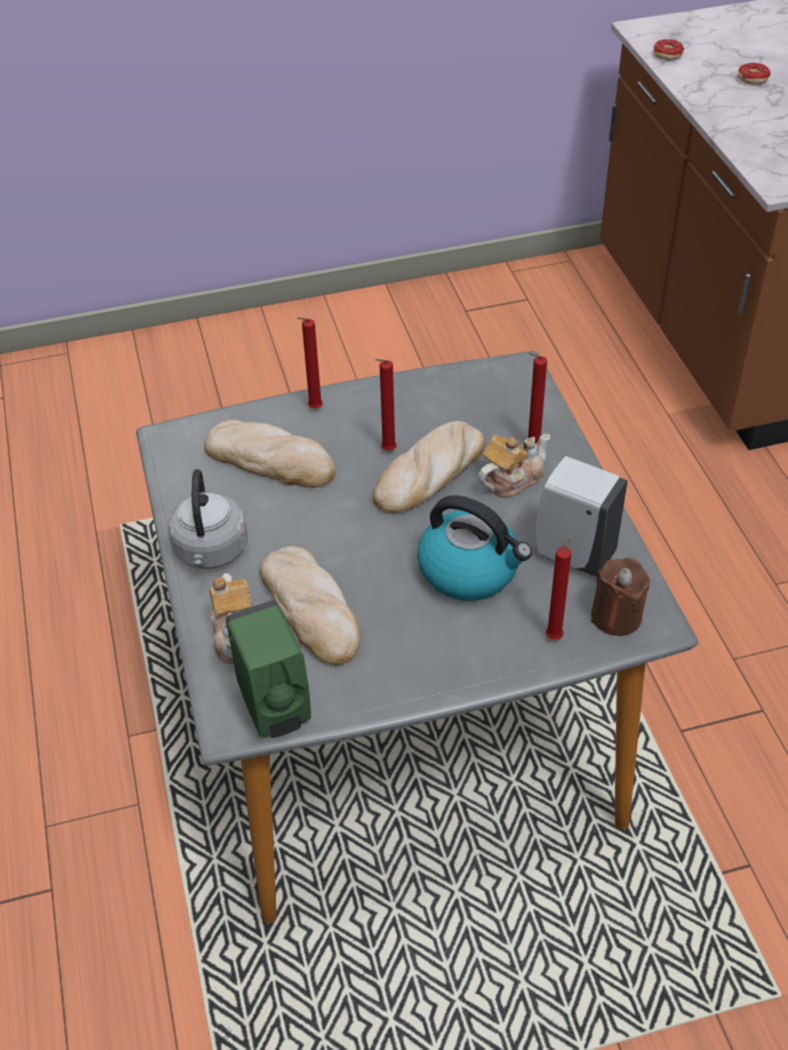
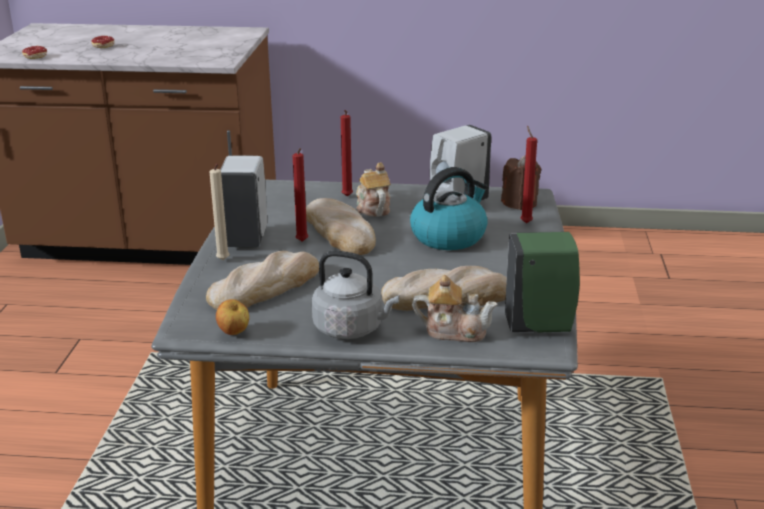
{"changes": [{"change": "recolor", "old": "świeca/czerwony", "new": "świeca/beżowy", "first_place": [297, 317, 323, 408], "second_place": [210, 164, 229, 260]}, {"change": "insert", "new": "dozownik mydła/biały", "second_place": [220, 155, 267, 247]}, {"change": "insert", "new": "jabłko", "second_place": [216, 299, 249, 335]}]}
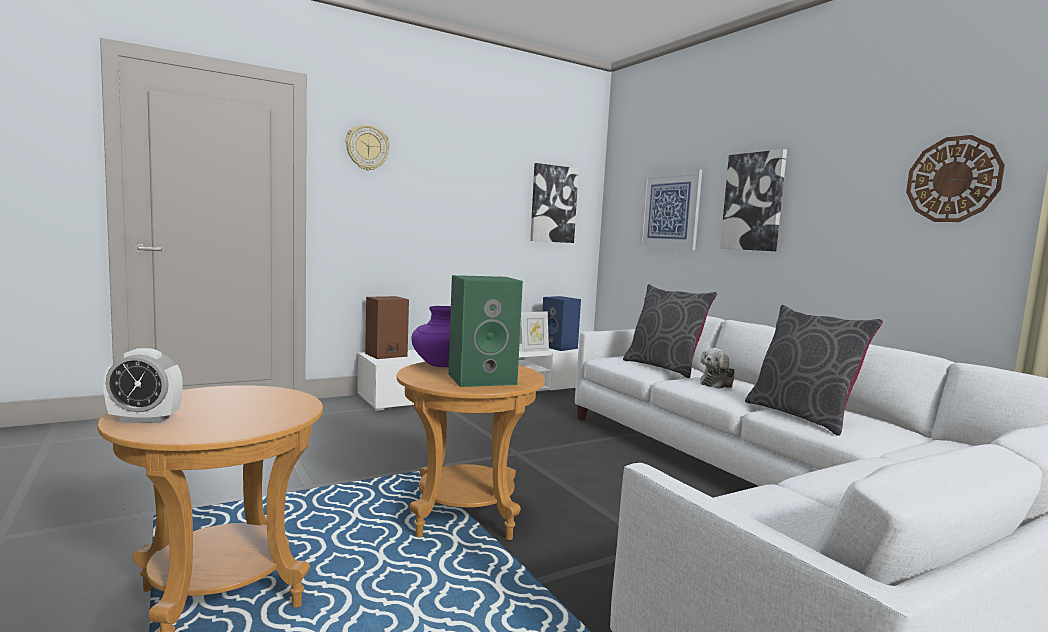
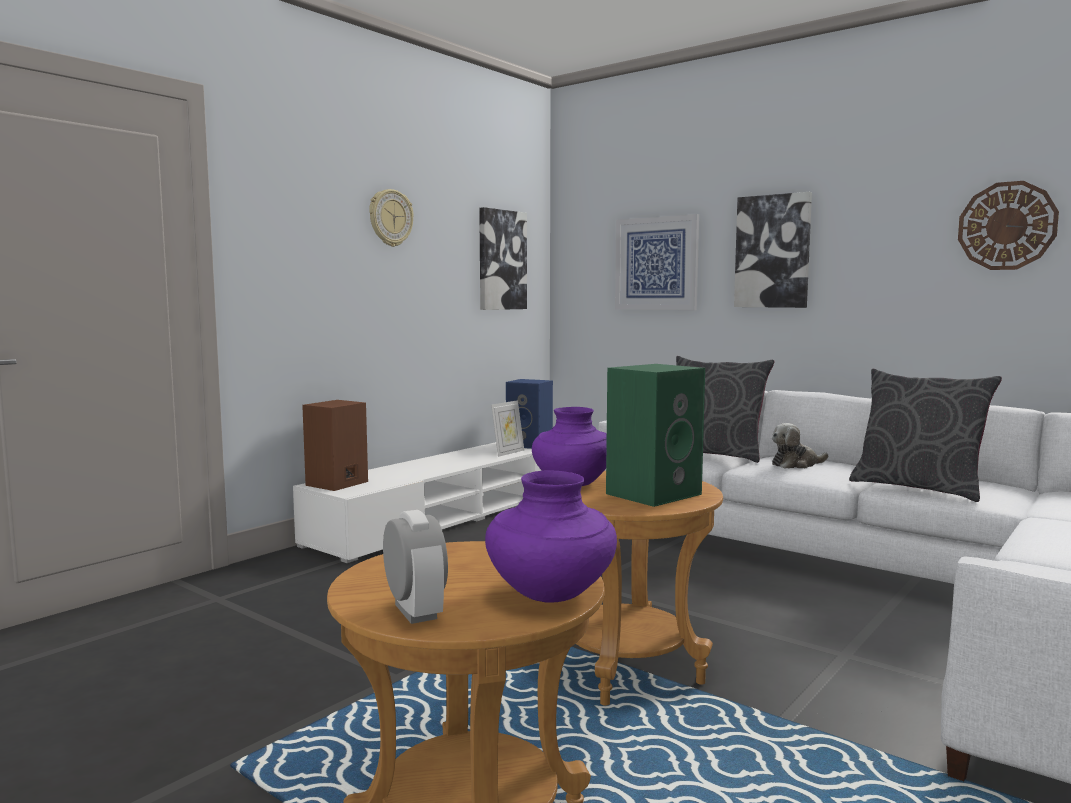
{"changes": [{"change": "move", "old": "zegar ścienny", "first_place": [346, 125, 390, 171], "second_place": [369, 189, 414, 247]}, {"change": "rotate", "old": "budzik", "first_place": [103, 348, 183, 423], "second_place": [383, 510, 448, 624], "degrees": -90}, {"change": "rotate", "old": "pluszak", "first_place": [700, 348, 736, 389], "second_place": [772, 423, 828, 469], "degrees": 45}, {"change": "insert", "new": "wazon/fioletowy", "second_place": [485, 471, 617, 603]}]}
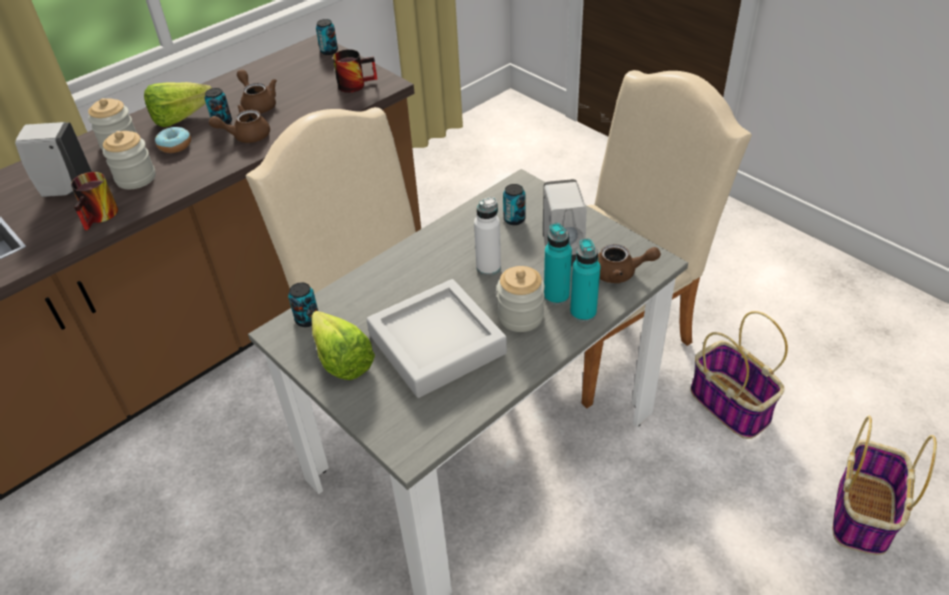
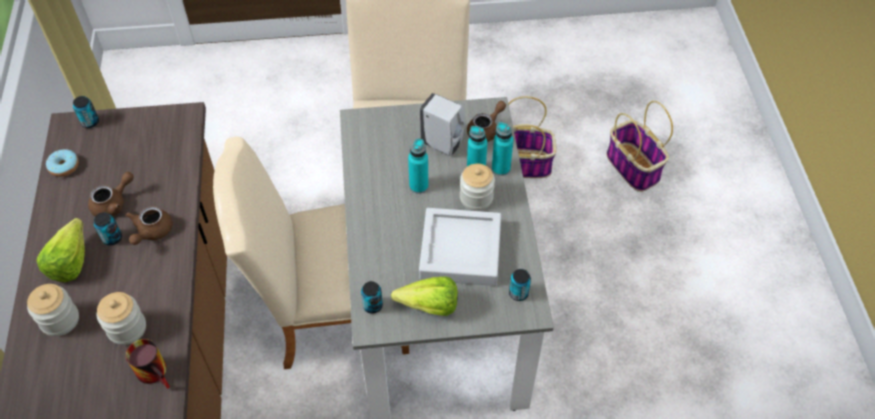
{"changes": [{"change": "delete", "old": "kubek", "first_place": [333, 49, 377, 93]}, {"change": "rotate", "old": "imbryk/brązowy", "first_place": [237, 70, 277, 114], "second_place": [88, 172, 134, 216], "degrees": 135}, {"change": "delete", "old": "dozownik mydła/biały", "first_place": [15, 122, 92, 197]}, {"change": "move", "old": "donut", "first_place": [155, 127, 191, 153], "second_place": [46, 149, 79, 177]}, {"change": "move", "old": "puszka", "first_place": [503, 184, 526, 225], "second_place": [509, 269, 531, 301]}, {"change": "recolor", "old": "butelka/biały", "new": "butelka/turkusowy", "first_place": [474, 197, 501, 276], "second_place": [408, 139, 428, 194]}]}
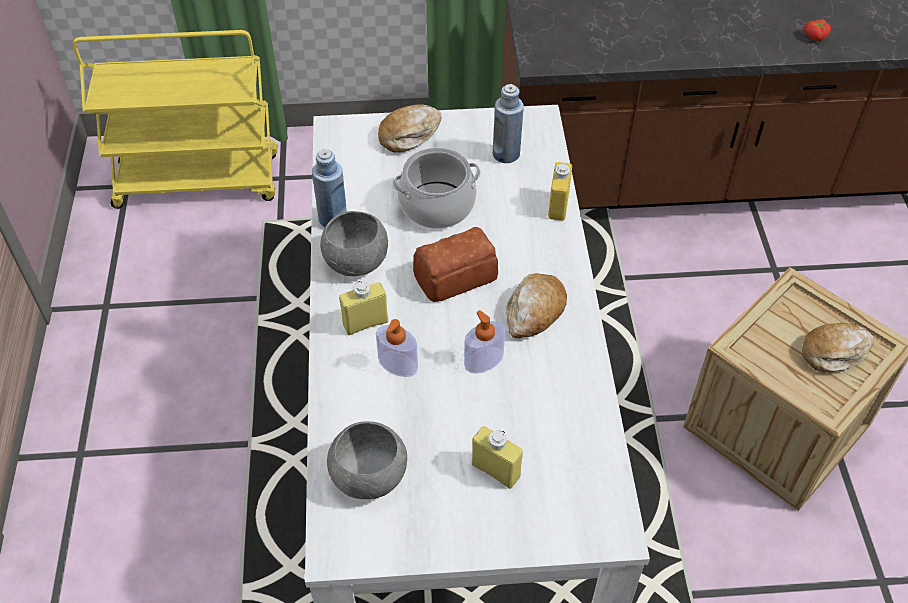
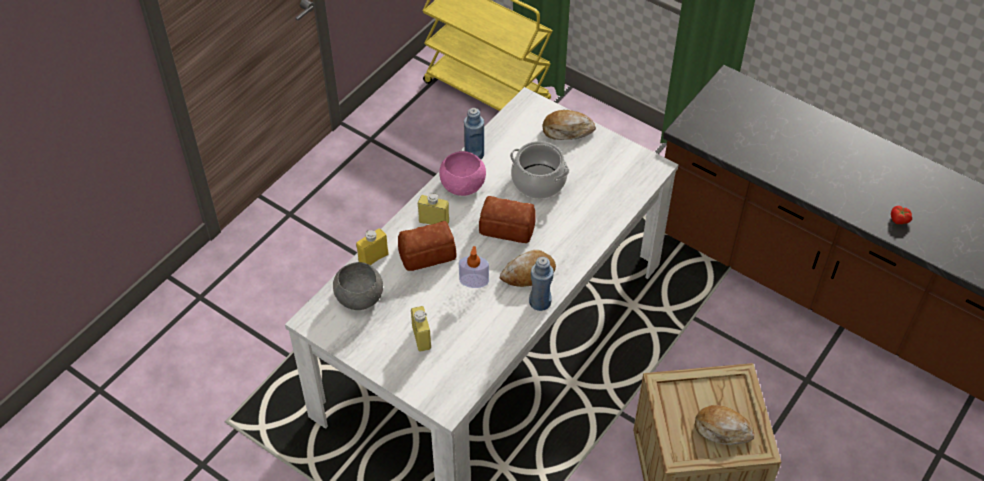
{"changes": [{"change": "move", "old": "butelka/niebieski", "first_place": [493, 84, 524, 163], "second_place": [529, 257, 554, 311]}, {"change": "move", "old": "butelka/żółty", "first_place": [548, 162, 572, 221], "second_place": [356, 229, 388, 265]}, {"change": "recolor", "old": "miska/szary", "new": "miska/różowy", "first_place": [320, 211, 388, 276], "second_place": [439, 151, 486, 196]}, {"change": "replace", "old": "dozownik mydła", "new": "chleb", "first_place": [376, 319, 418, 377], "second_place": [398, 221, 457, 271]}]}
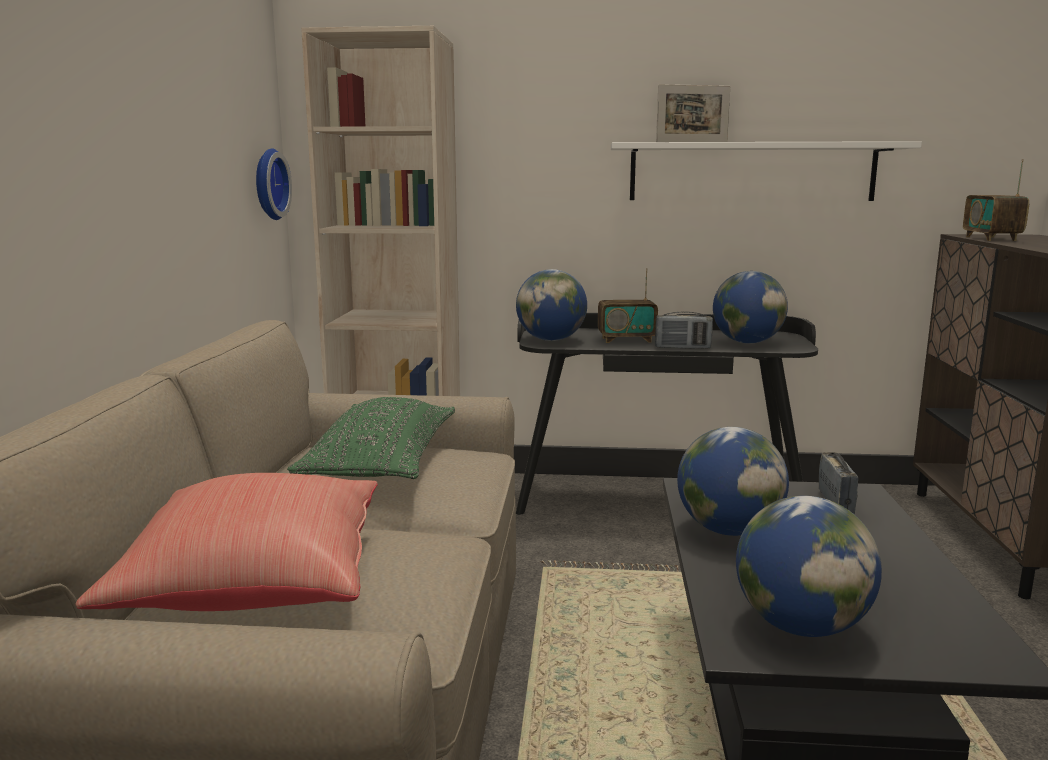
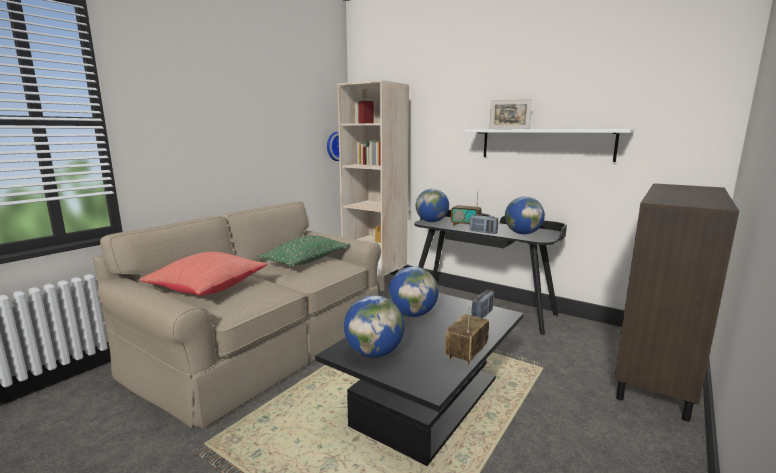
{"changes": [{"change": "move", "old": "radio", "first_place": [963, 159, 1029, 241], "second_place": [445, 305, 489, 365]}]}
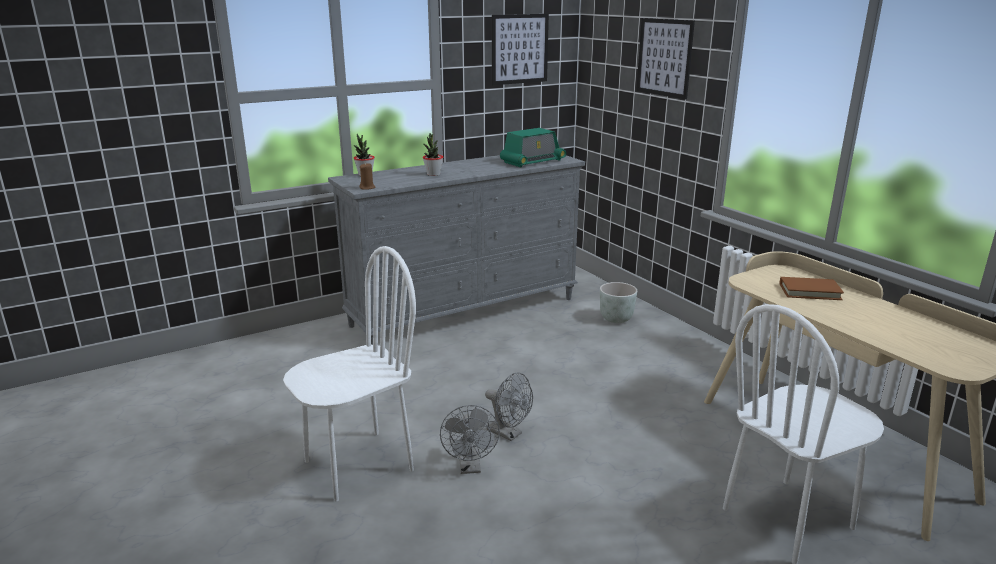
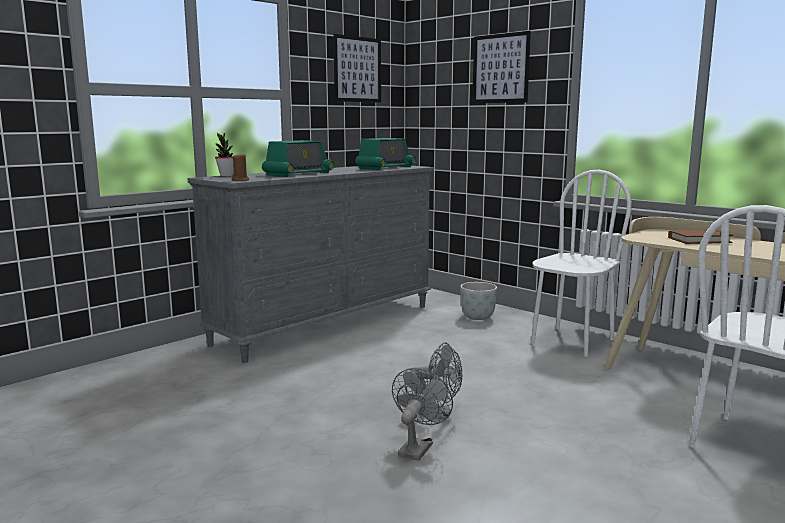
{"changes": [{"change": "replace", "old": "roślina doniczkowa", "new": "radio", "first_place": [423, 133, 443, 176], "second_place": [262, 140, 335, 177]}, {"change": "move", "old": "krzesło/biały", "first_place": [283, 246, 416, 501], "second_place": [531, 170, 632, 357]}, {"change": "rotate", "old": "wentylator/szary", "first_place": [440, 405, 500, 474], "second_place": [392, 368, 453, 461], "degrees": -135}]}
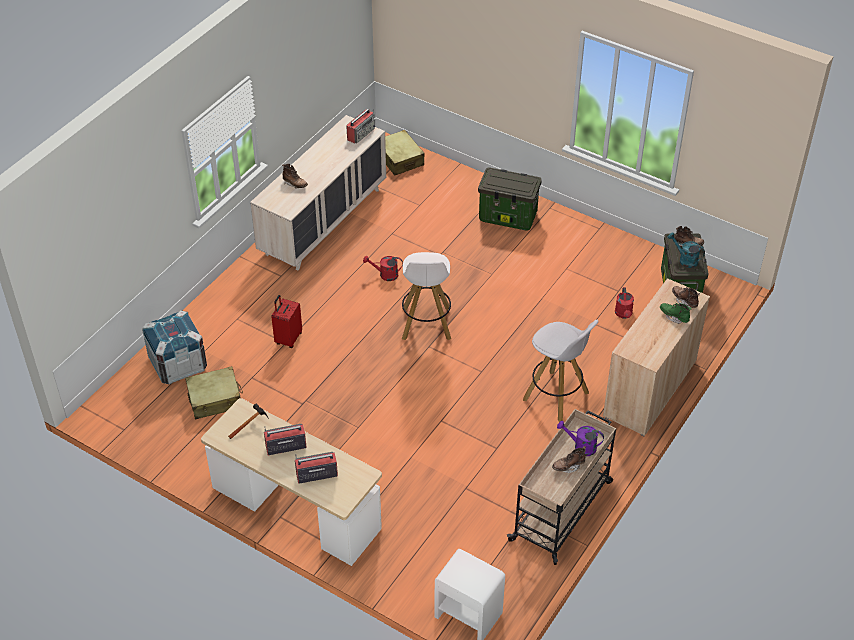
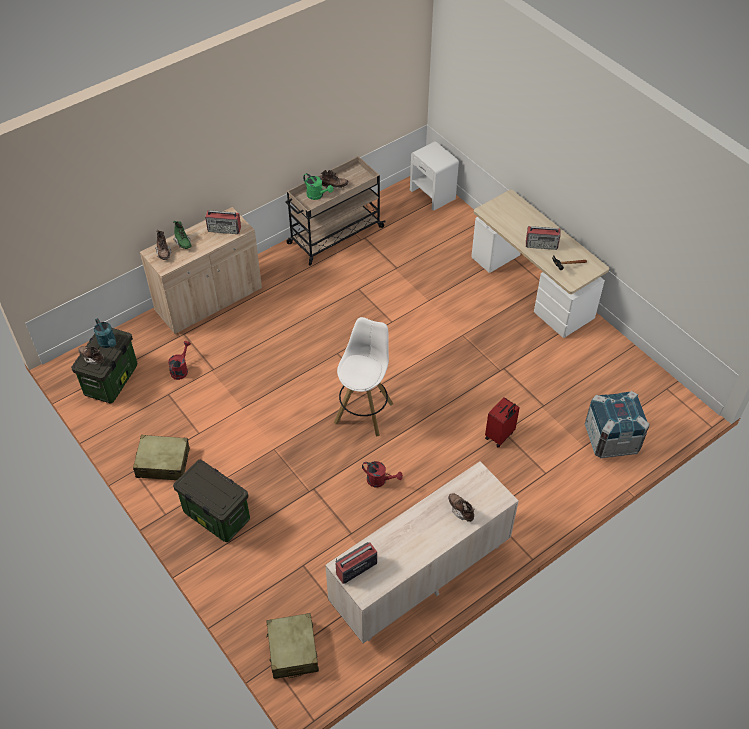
{"changes": [{"change": "delete", "old": "stołek/biały", "first_place": [523, 320, 598, 422]}, {"change": "move", "old": "walizka/beżowy", "first_place": [185, 366, 243, 420], "second_place": [133, 435, 190, 480]}, {"change": "recolor", "old": "konewka/fioletowy", "new": "konewka/zielony", "first_place": [557, 421, 604, 456], "second_place": [303, 173, 334, 200]}, {"change": "move", "old": "radio", "first_place": [295, 452, 338, 484], "second_place": [205, 210, 241, 234]}]}
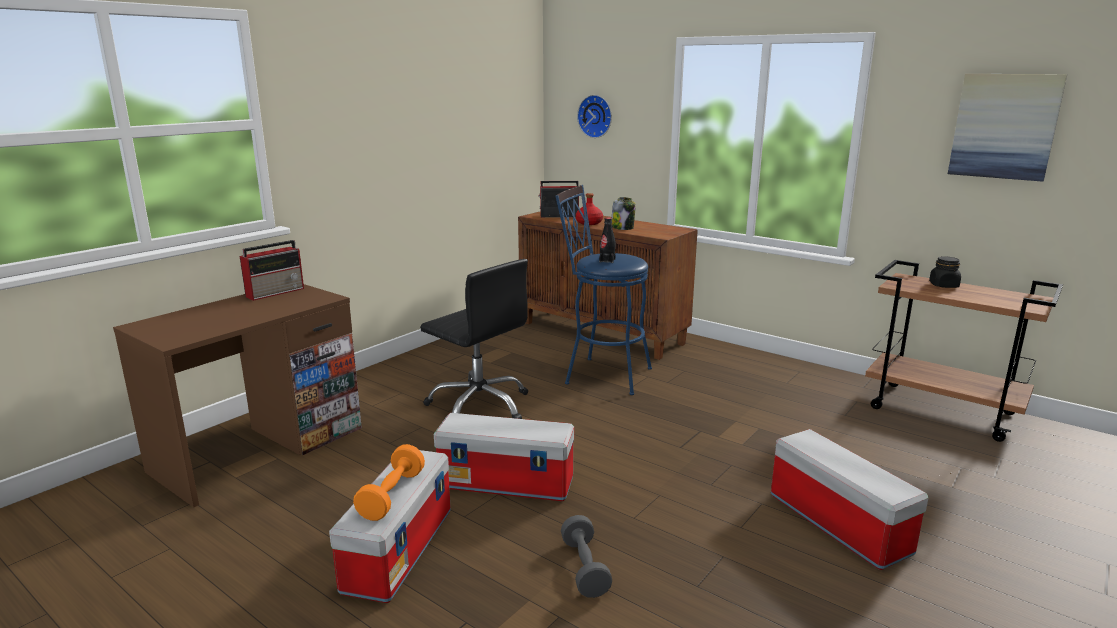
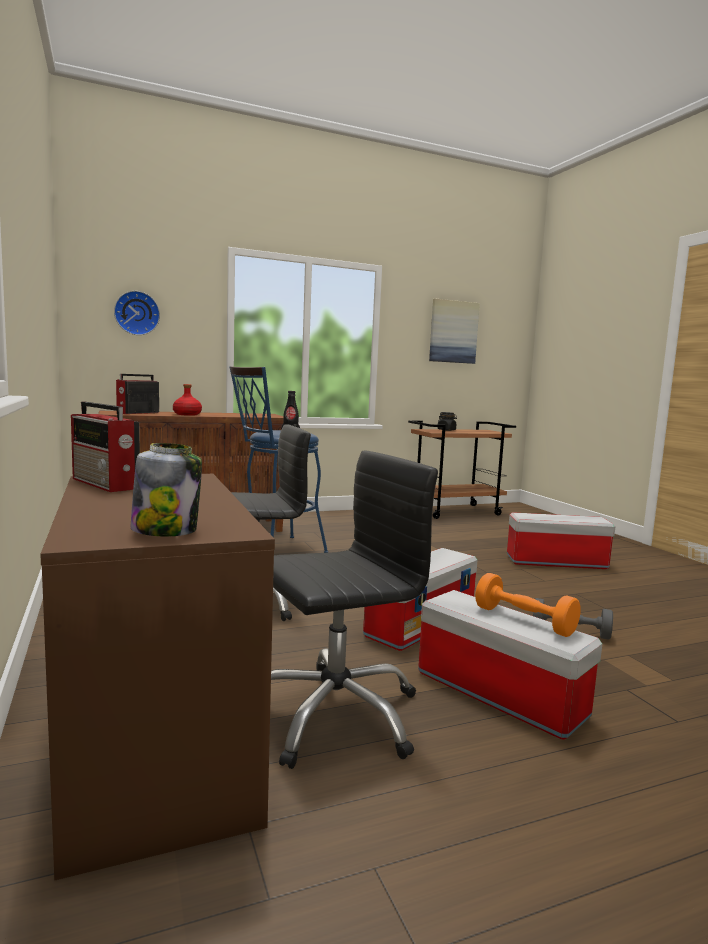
{"changes": [{"change": "move", "old": "słoik", "first_place": [612, 197, 636, 230], "second_place": [131, 443, 202, 537]}, {"change": "rotate", "old": "radio", "first_place": [240, 240, 304, 301], "second_place": [71, 402, 140, 492], "degrees": 150}, {"change": "insert", "new": "krzesło biurowe/czarny", "second_place": [271, 451, 438, 769]}]}
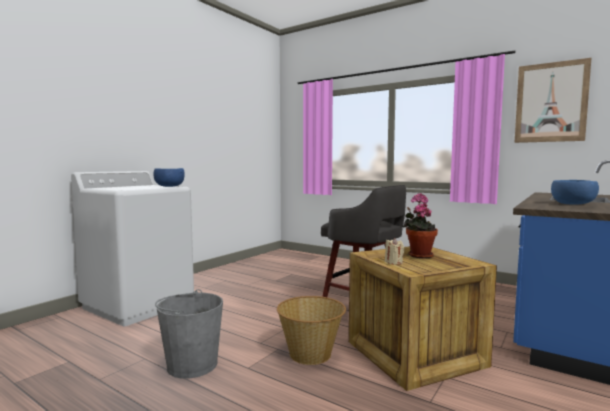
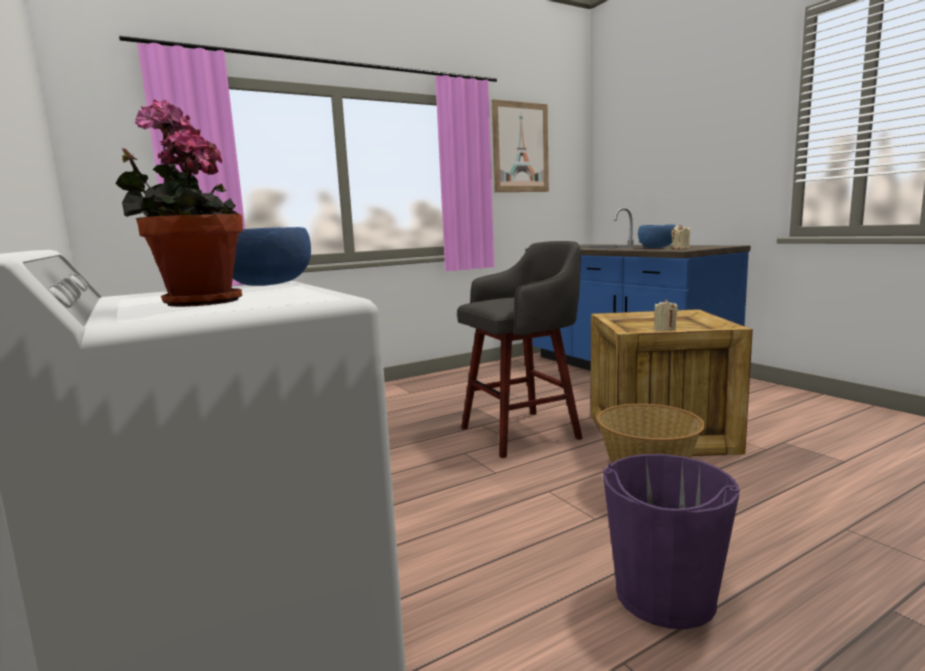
{"changes": [{"change": "move", "old": "roślina doniczkowa", "first_place": [403, 193, 438, 259], "second_place": [115, 100, 243, 307]}, {"change": "recolor", "old": "wiadro/szary", "new": "wiadro/fioletowy", "first_place": [155, 289, 223, 379], "second_place": [603, 454, 740, 629]}, {"change": "insert", "new": "świeca/beżowy", "second_place": [671, 224, 690, 249]}]}
